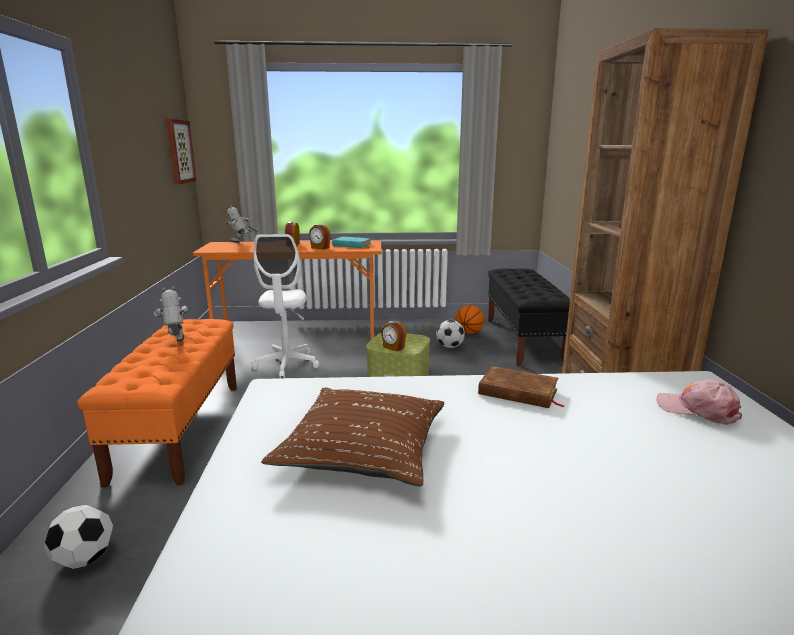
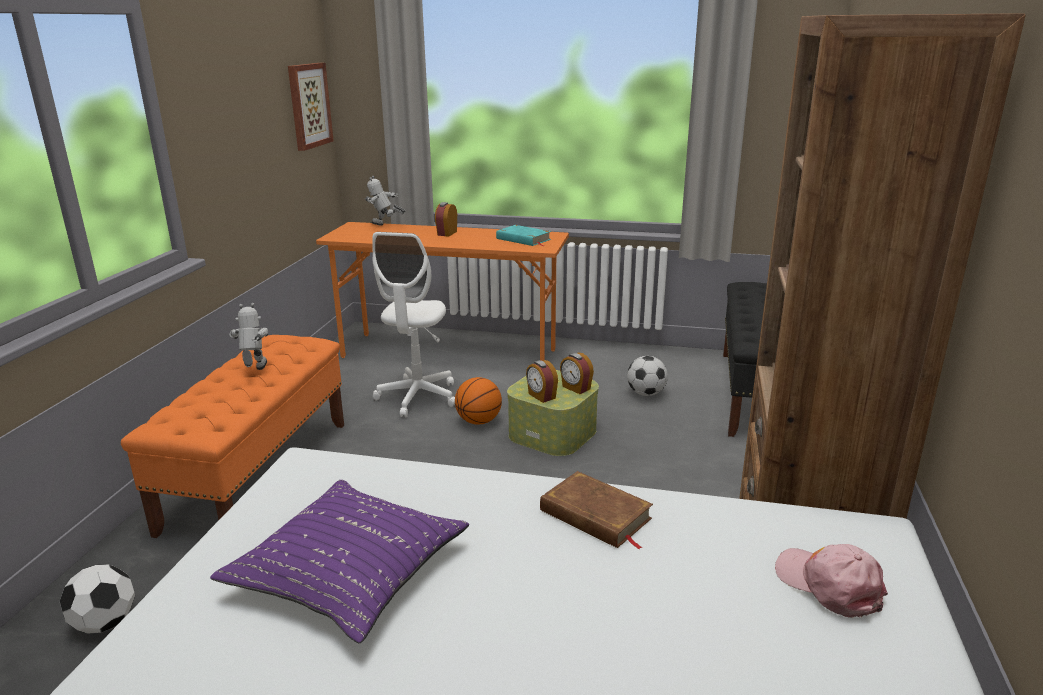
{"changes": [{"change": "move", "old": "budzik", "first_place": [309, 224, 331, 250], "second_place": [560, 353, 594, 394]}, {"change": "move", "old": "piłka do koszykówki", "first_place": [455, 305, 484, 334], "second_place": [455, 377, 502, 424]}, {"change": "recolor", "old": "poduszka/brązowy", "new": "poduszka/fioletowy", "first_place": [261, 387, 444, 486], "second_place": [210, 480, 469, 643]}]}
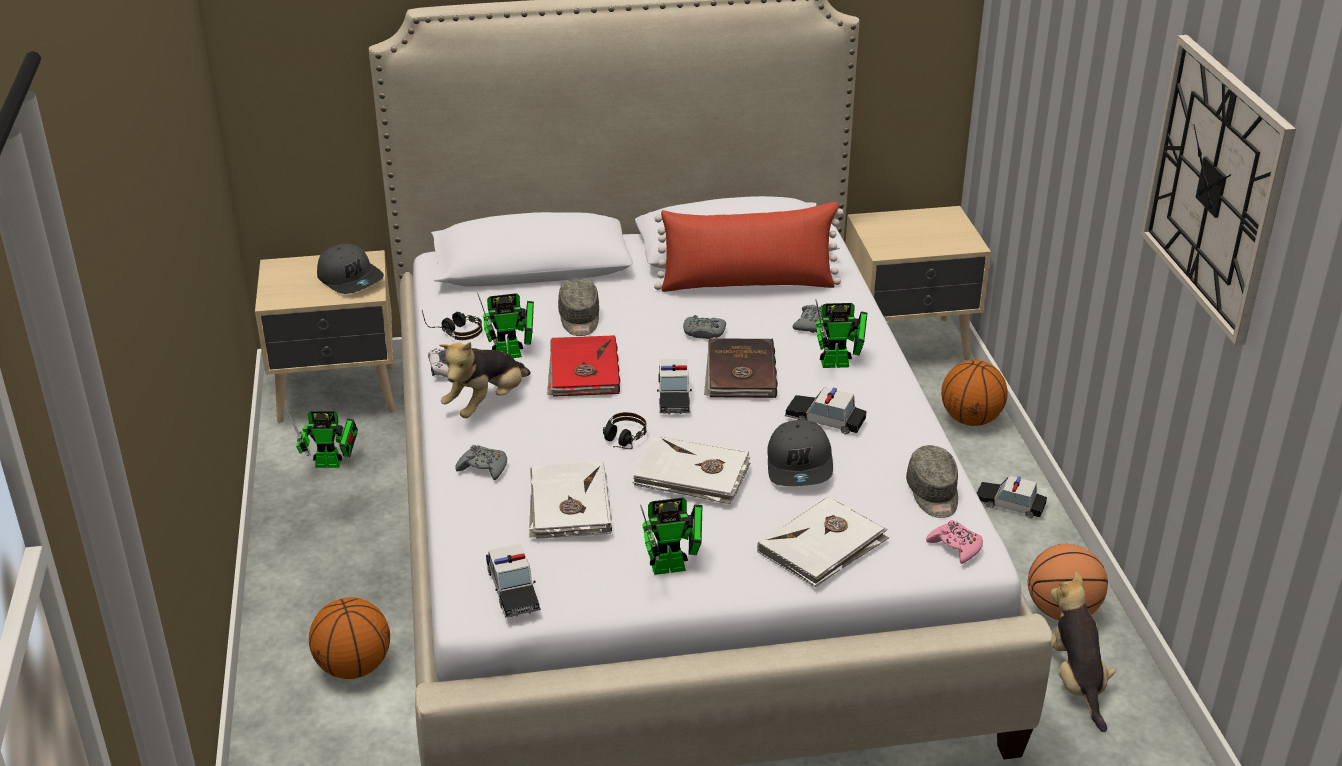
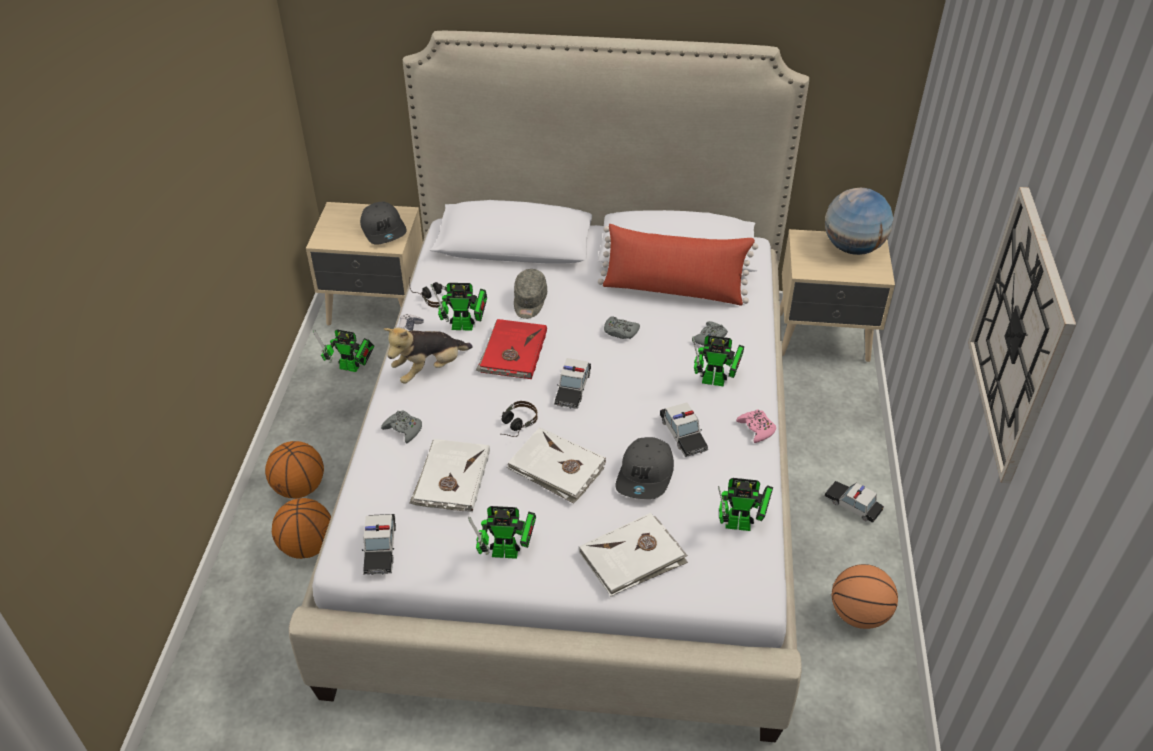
{"changes": [{"change": "delete", "old": "książka/brązowy", "first_place": [704, 338, 778, 398]}, {"change": "move", "old": "piłka do koszykówki", "first_place": [941, 360, 1008, 426], "second_place": [265, 441, 324, 498]}, {"change": "rotate", "old": "samochodzik", "first_place": [785, 387, 866, 434], "second_place": [660, 403, 708, 457], "degrees": -150}, {"change": "replace", "old": "czapka z daszkiem/szary", "new": "robot zabawkowy", "first_place": [906, 445, 958, 518], "second_place": [718, 478, 773, 531]}, {"change": "move", "old": "pad do gier/różowy", "first_place": [926, 520, 983, 564], "second_place": [736, 409, 776, 443]}, {"change": "delete", "old": "pluszak", "first_place": [1051, 571, 1116, 732]}, {"change": "insert", "new": "globus", "second_place": [825, 188, 893, 255]}]}
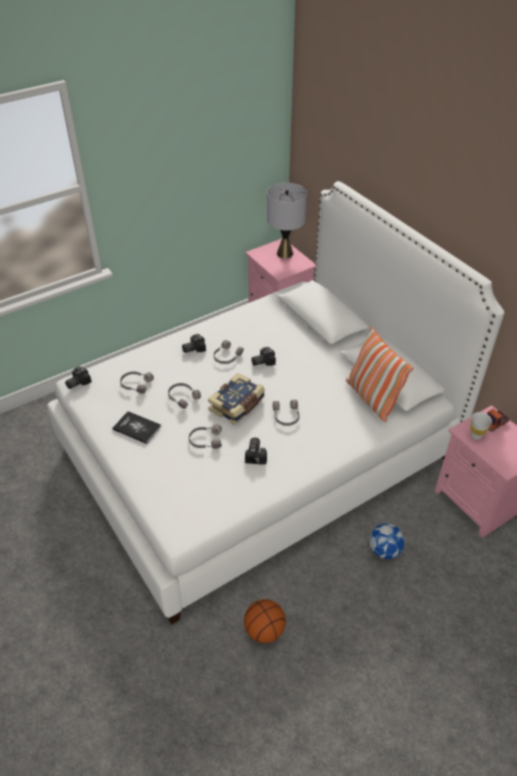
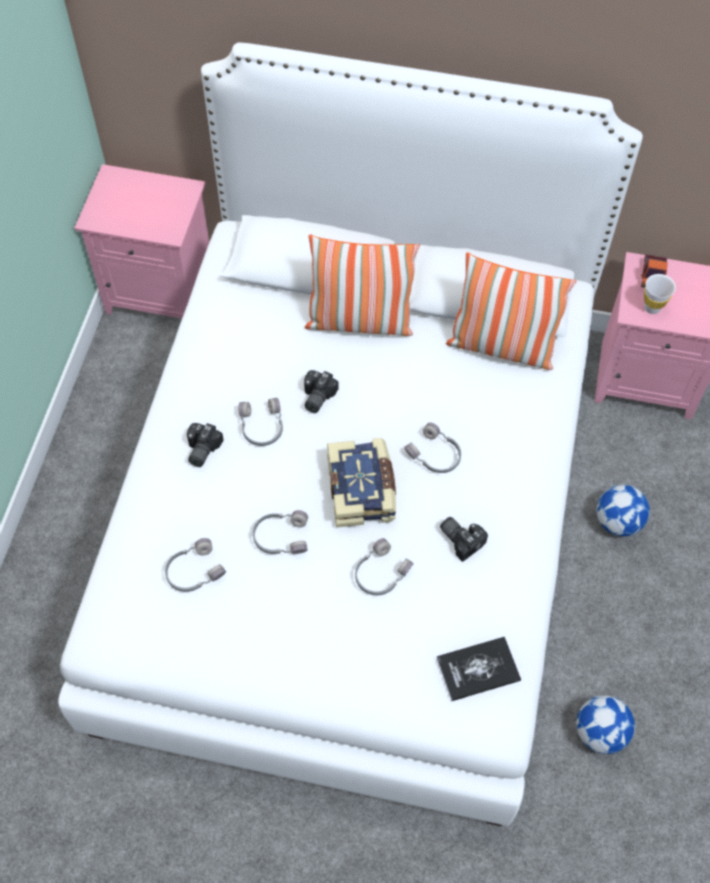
{"changes": [{"change": "delete", "old": "lampa stołowa/szary", "first_place": [267, 183, 307, 258]}, {"change": "delete", "old": "aparat fotograficzny", "first_place": [65, 366, 92, 389]}, {"change": "move", "old": "książka", "first_place": [113, 411, 161, 444], "second_place": [437, 636, 521, 701]}, {"change": "replace", "old": "piłka do koszykówki", "new": "piłka futbolowa", "first_place": [244, 599, 286, 643], "second_place": [576, 695, 635, 754]}, {"change": "insert", "new": "poduszka", "second_place": [305, 235, 420, 336]}]}
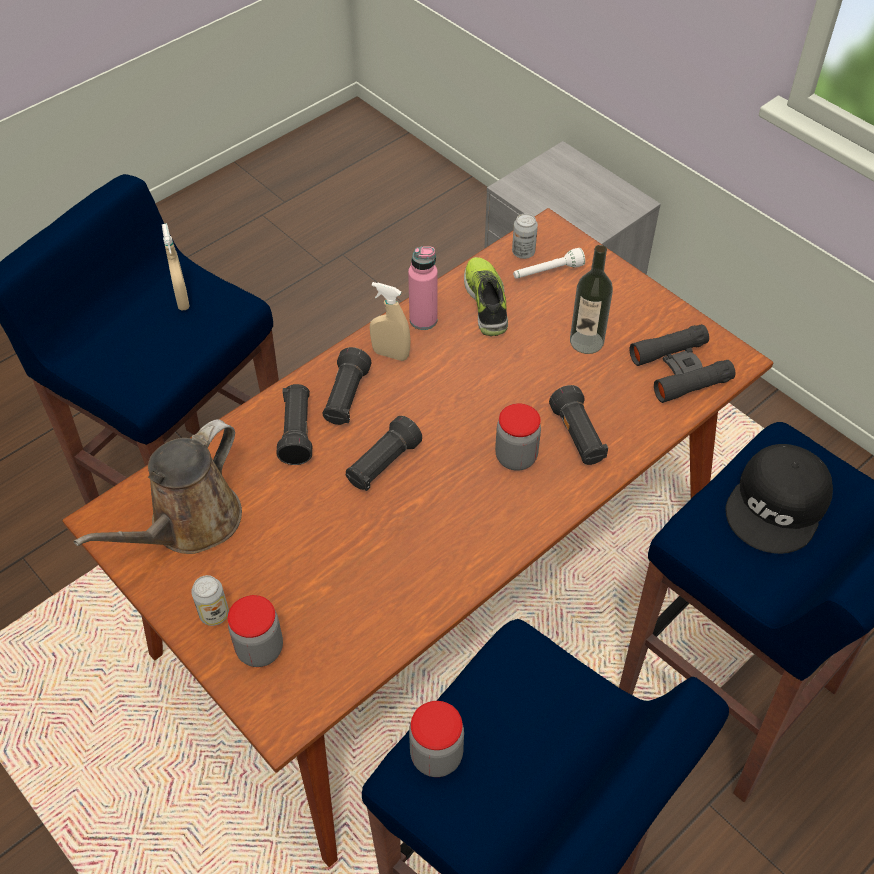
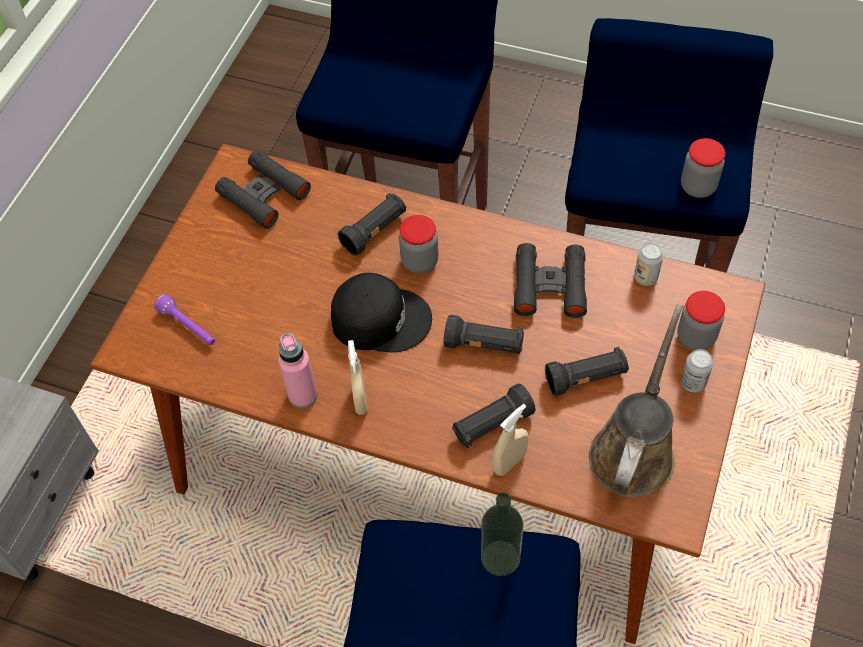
{"changes": [{"change": "move", "old": "puszka", "first_place": [512, 213, 538, 259], "second_place": [634, 243, 663, 286]}, {"change": "move", "old": "spryskiwacz/beżowy", "first_place": [162, 223, 190, 310], "second_place": [492, 404, 528, 476]}, {"change": "move", "old": "butelka", "first_place": [570, 245, 613, 354], "second_place": [481, 492, 523, 576]}, {"change": "recolor", "old": "latarka/biały", "new": "latarka/fioletowy", "first_place": [513, 248, 585, 279], "second_place": [154, 294, 215, 345]}, {"change": "delete", "old": "but", "first_place": [464, 257, 508, 336]}, {"change": "move", "old": "latarka/czarny", "first_place": [323, 347, 371, 425], "second_place": [545, 347, 629, 396]}, {"change": "rotate", "old": "konewka/brązowy", "first_place": [74, 419, 242, 554], "second_place": [589, 305, 683, 497], "degrees": -75}, {"change": "move", "old": "czapka z daszkiem/czarny", "first_place": [725, 444, 833, 554], "second_place": [331, 273, 432, 353]}, {"change": "insert", "new": "lornetka/czarny", "second_place": [514, 243, 587, 318]}]}
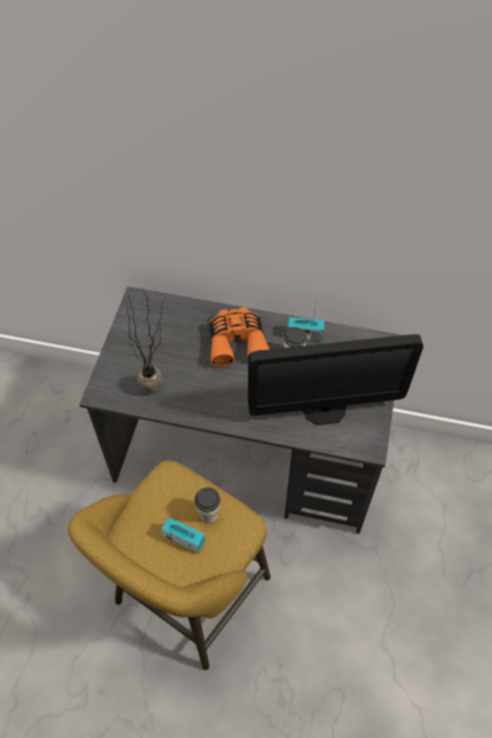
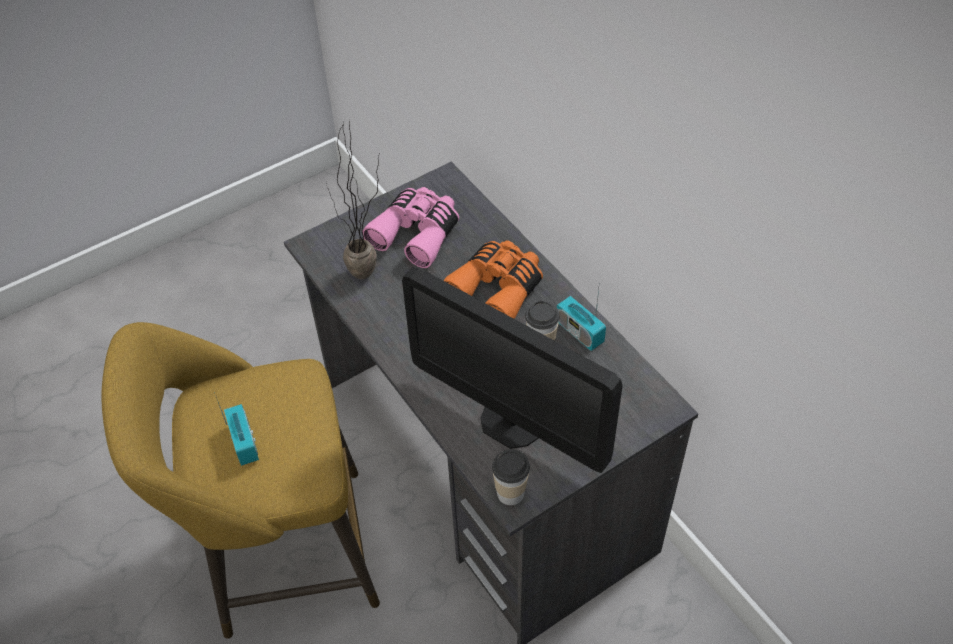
{"changes": [{"change": "move", "old": "filiżanka", "first_place": [194, 487, 221, 523], "second_place": [492, 449, 530, 505]}, {"change": "insert", "new": "lornetka/różowy", "second_place": [363, 187, 459, 268]}]}
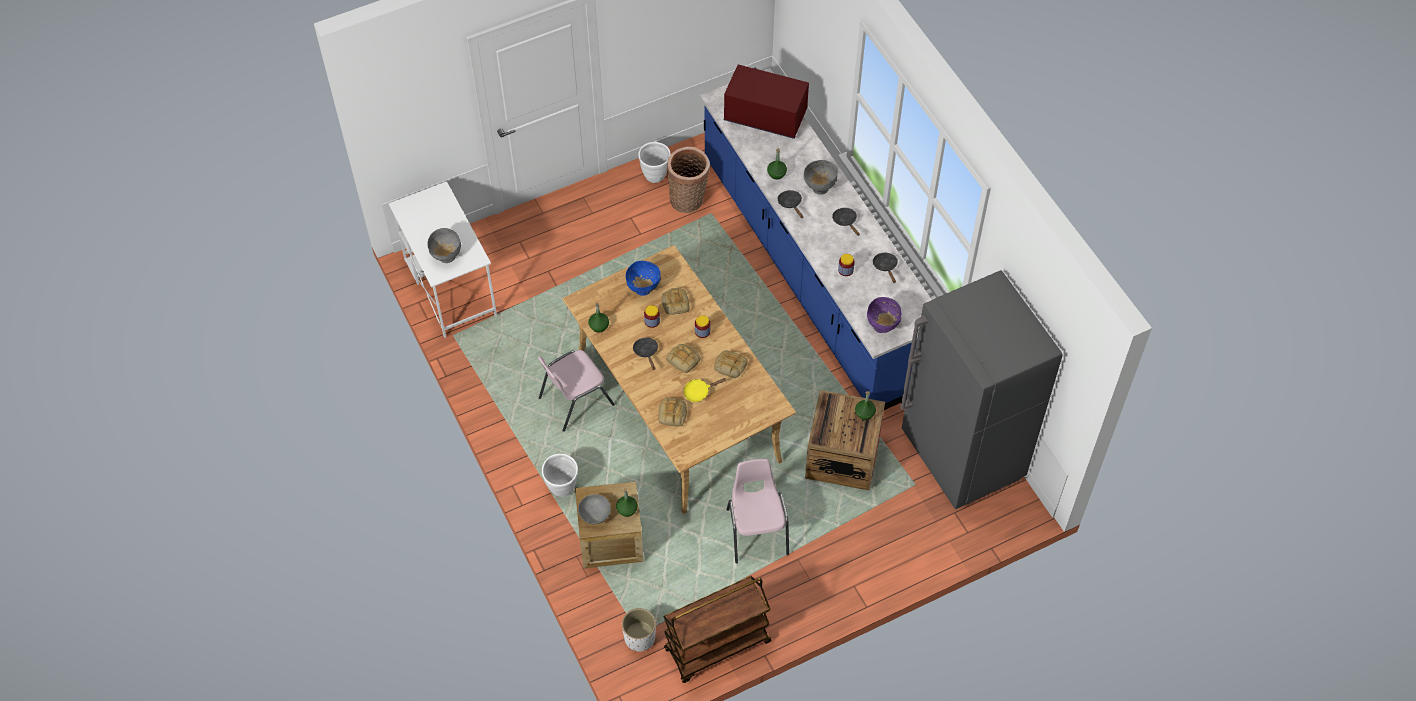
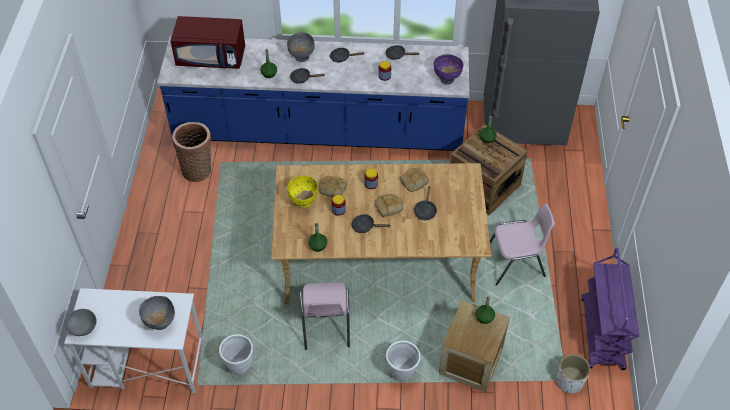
{"changes": [{"change": "rotate", "old": "mikrofalówka/czerwony", "first_place": [724, 64, 809, 139], "second_place": [170, 16, 245, 69], "degrees": -135}, {"change": "move", "old": "donica/biały", "first_place": [638, 142, 671, 183], "second_place": [219, 334, 253, 375]}, {"change": "recolor", "old": "miska/niebieski", "new": "miska/żółty", "first_place": [626, 261, 661, 296], "second_place": [287, 175, 318, 208]}, {"change": "recolor", "old": "patelnia/żółty", "new": "patelnia/czarny", "first_place": [683, 378, 726, 402], "second_place": [414, 187, 437, 220]}, {"change": "delete", "old": "chleb", "first_place": [659, 398, 687, 426]}, {"change": "rotate", "old": "krzesło/różowy", "first_place": [726, 459, 789, 563], "second_place": [490, 204, 555, 286], "degrees": 150}, {"change": "move", "old": "miska/szary", "first_place": [578, 494, 611, 524], "second_place": [65, 309, 96, 336]}, {"change": "recolor", "old": "wózek/brązowy", "new": "wózek/fioletowy", "first_place": [663, 576, 771, 683], "second_place": [581, 248, 639, 370]}]}
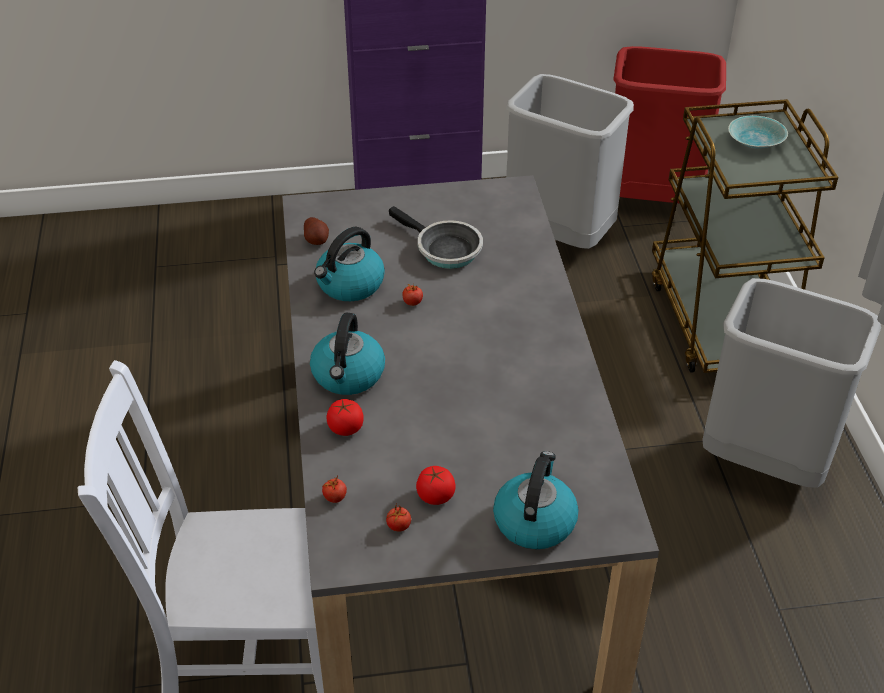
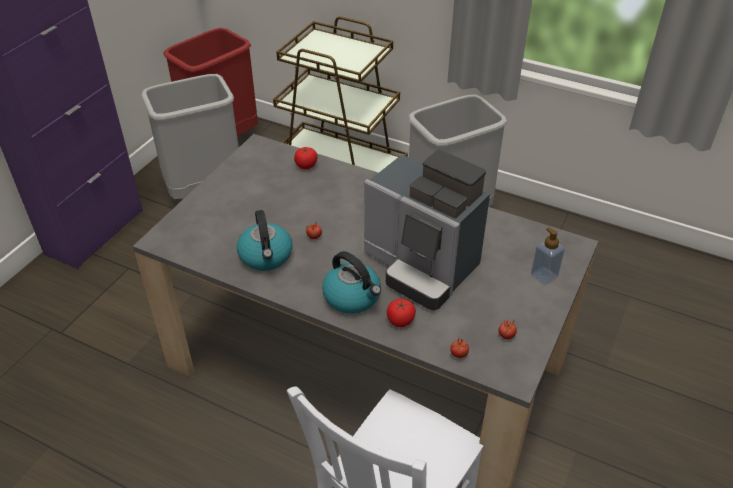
{"changes": [{"change": "delete", "old": "miska/turkusowy", "first_place": [728, 115, 788, 149]}, {"change": "delete", "old": "patelnia", "first_place": [389, 206, 483, 269]}, {"change": "delete", "old": "ziemniak", "first_place": [304, 217, 329, 245]}, {"change": "replace", "old": "czajnik", "new": "dozownik mydła", "first_place": [493, 451, 578, 549], "second_place": [531, 227, 565, 285]}, {"change": "move", "old": "pomidor", "first_place": [416, 466, 455, 505], "second_place": [294, 147, 318, 169]}, {"change": "insert", "new": "ekspres do kawy", "second_place": [364, 150, 490, 310]}]}
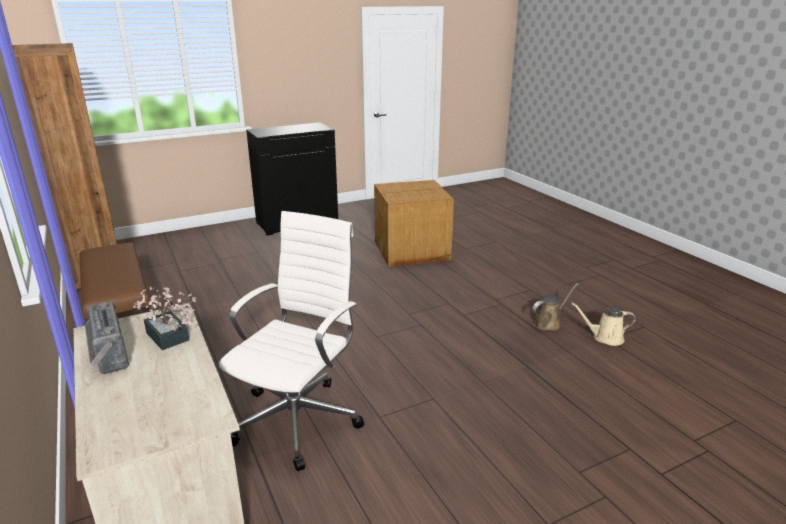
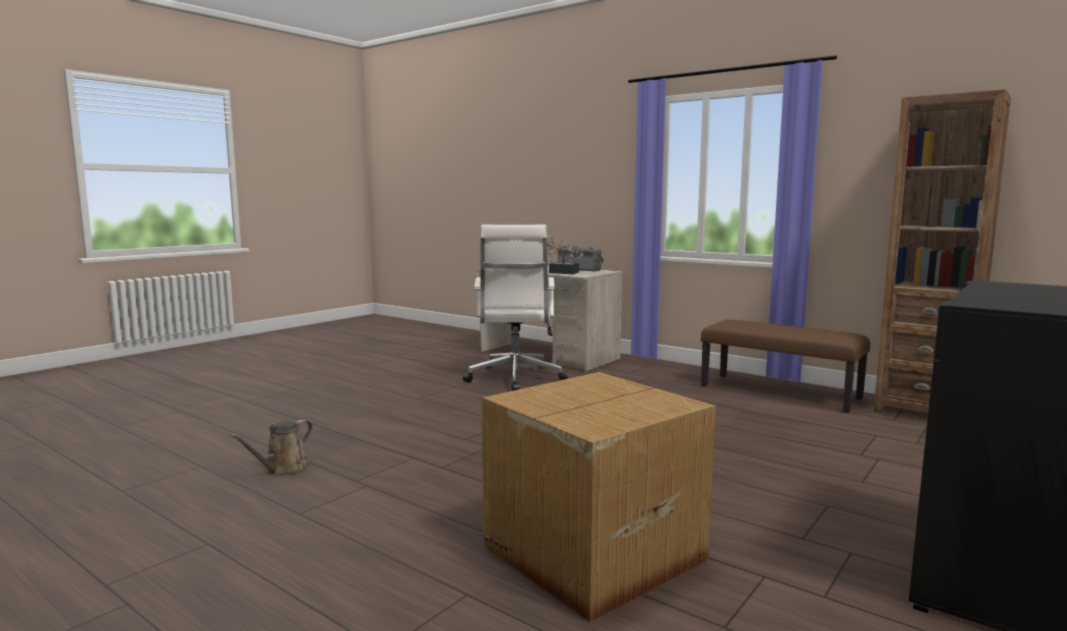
{"changes": [{"change": "delete", "old": "konewka/beżowy", "first_place": [571, 303, 636, 346]}]}
